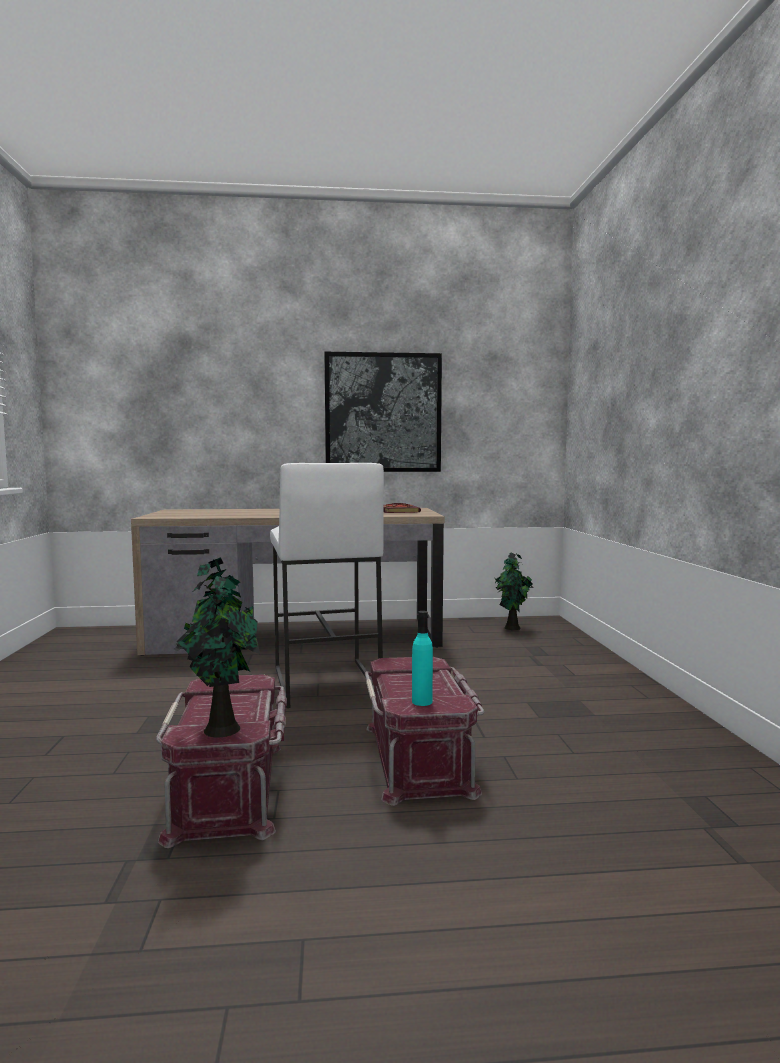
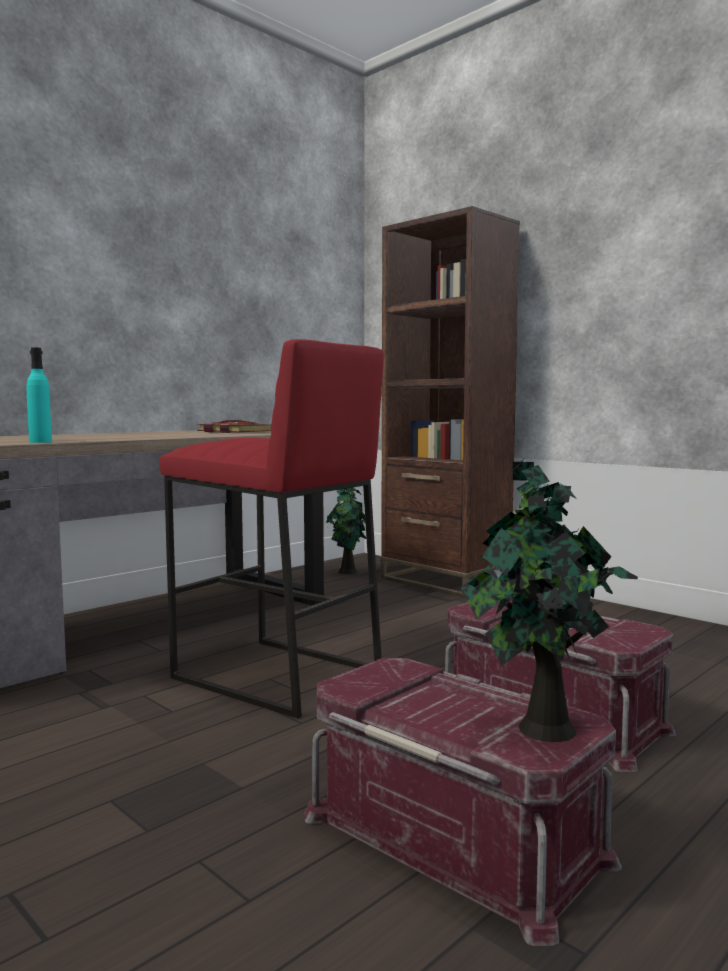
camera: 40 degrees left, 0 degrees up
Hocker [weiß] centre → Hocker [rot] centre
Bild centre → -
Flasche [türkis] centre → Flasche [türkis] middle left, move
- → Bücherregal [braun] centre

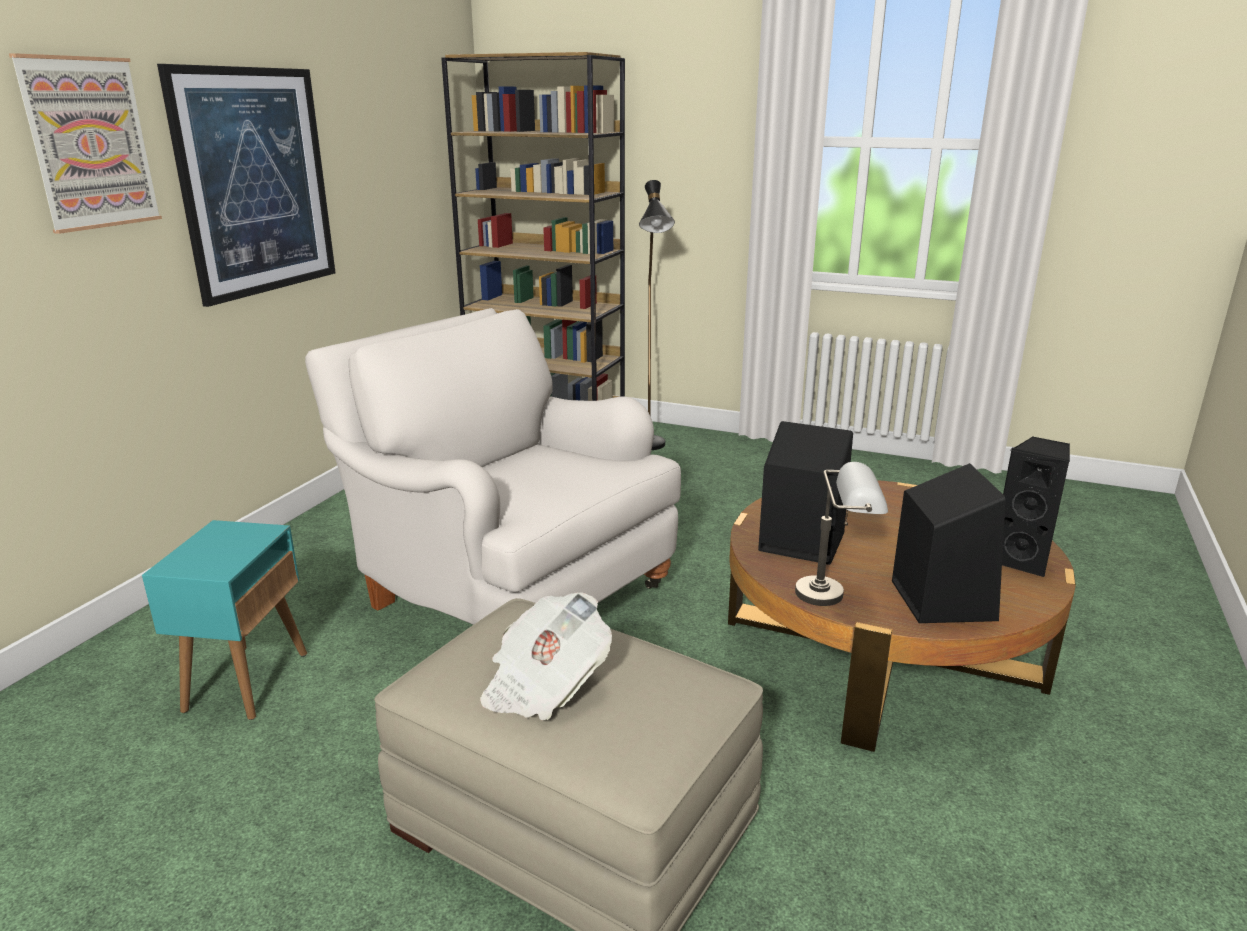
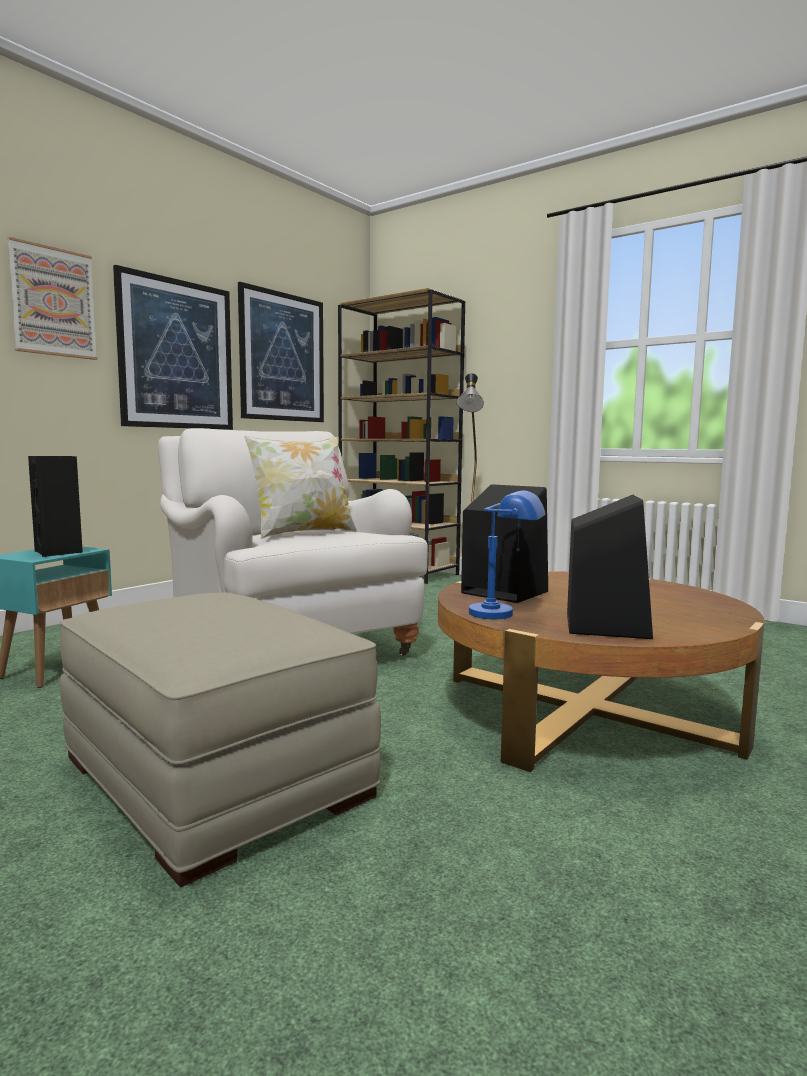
camera: 15 degrees right, 15 degrees down
Zeitung bottom centre → -
Tischlampe [grau] middle right → Tischlampe [blau] centre
Lautsprecher [schwarz] (3rd from left in the first image) middle right → Lautsprecher [schwarz] (1st from left) middle left, move
- → Bild (3rd from left) top centre
- → Kissen centre

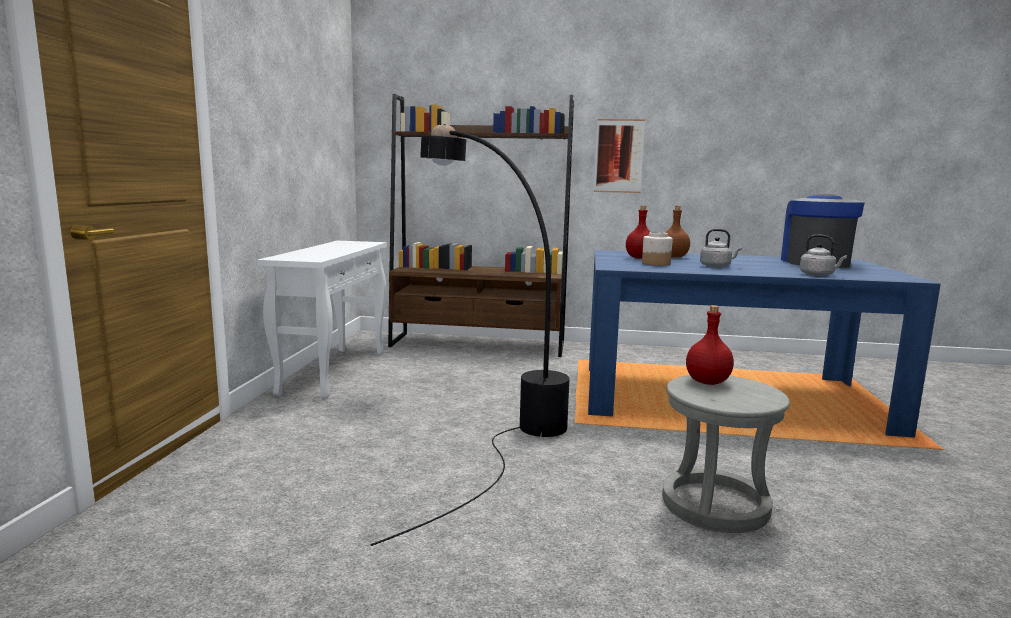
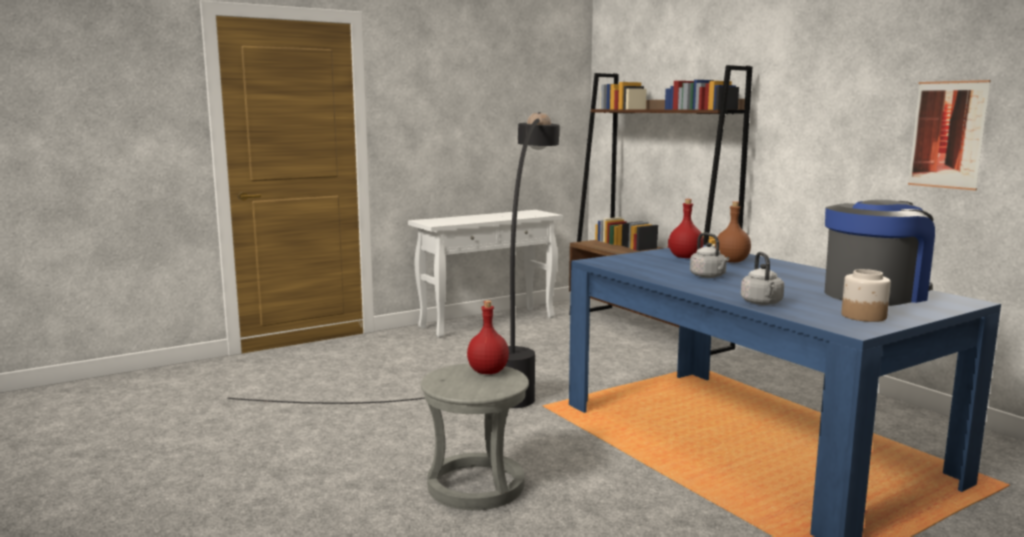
camera: 50 degrees right, 0 degrees up
Bild top centre → Bild top right, move
Vorratsglas centre → Vorratsglas middle right, move

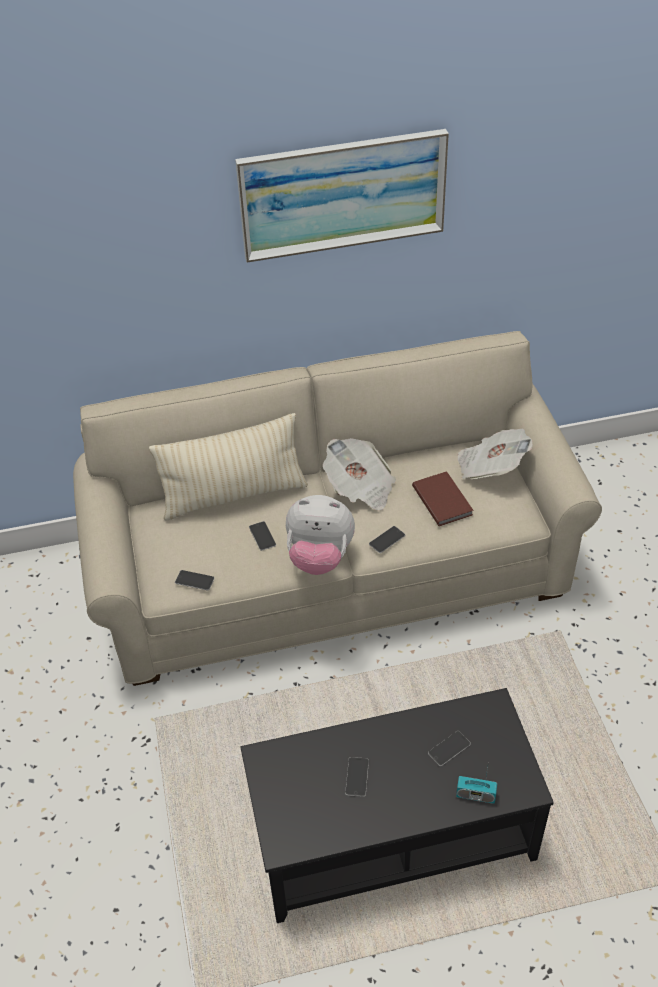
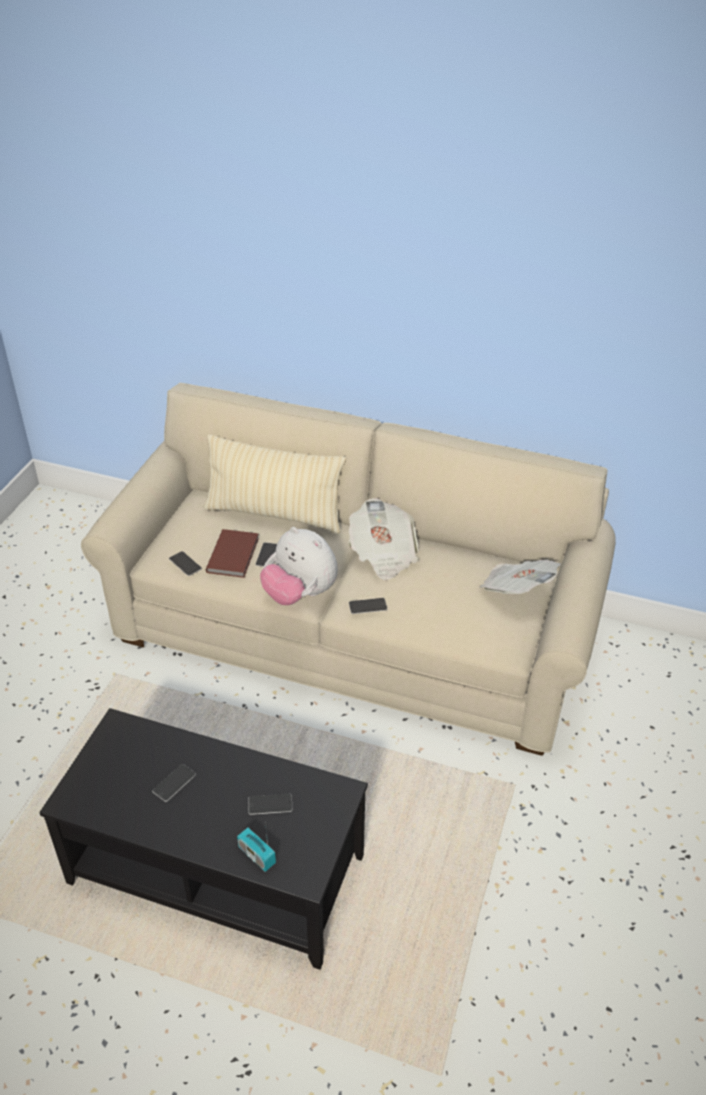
camera: 30 degrees right, 5 degrees down
Bild top centre → -
Buch [braun] middle right → Buch [braun] middle left, move

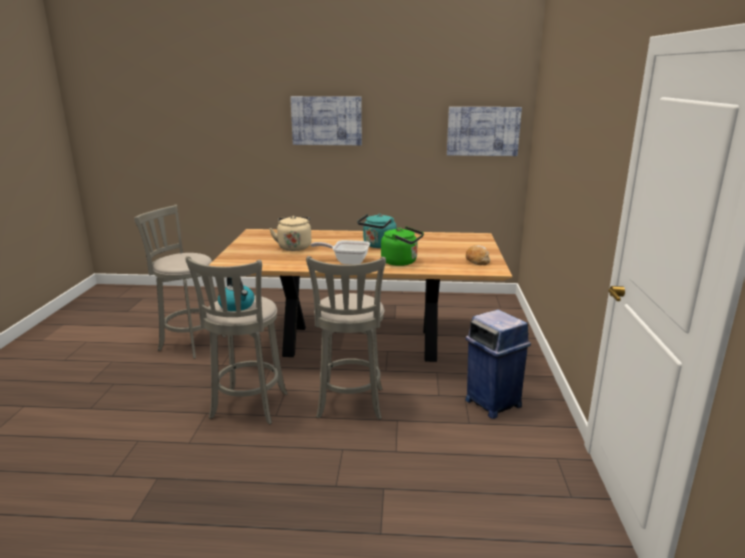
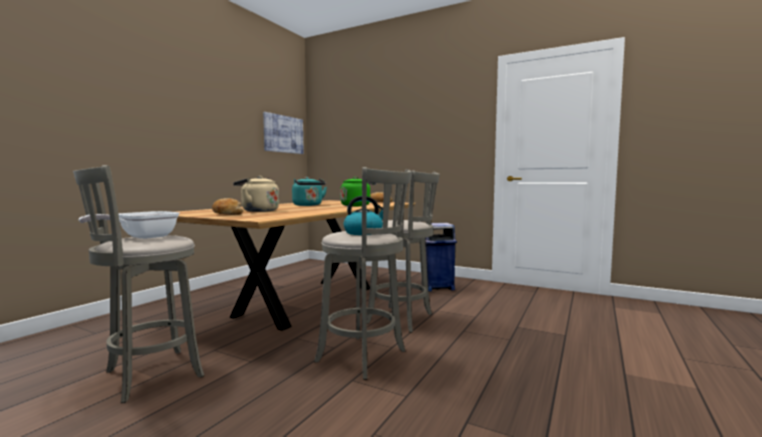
camera: 65 degrees left, 15 degrees down
Bild (1st from left) top centre → -
Pfanne centre → Pfanne middle left, move
- → Brot (1st from left) middle left

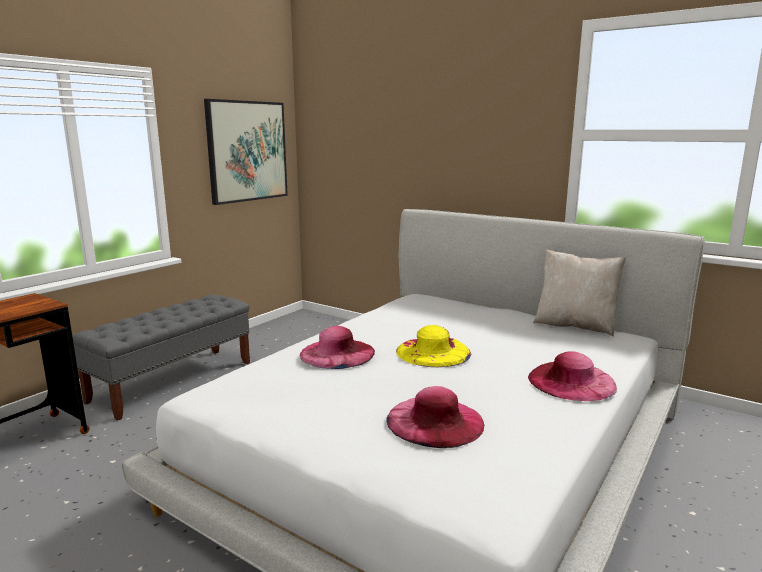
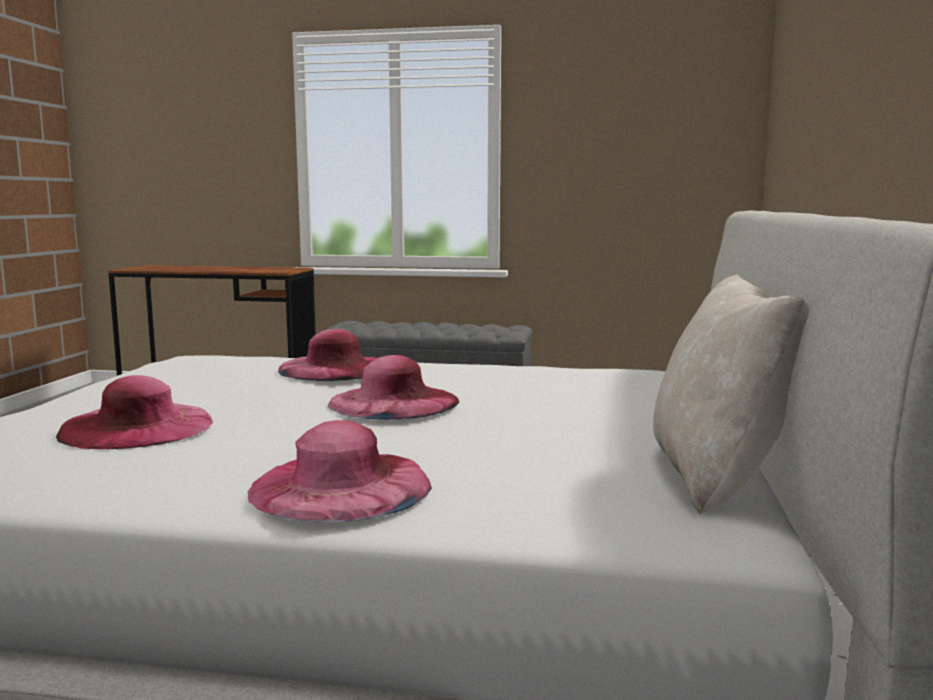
camera: 65 degrees right, 5 degrees down
Bild top left → -
Hut [gelb] centre → Hut [rosa] (4th from left) centre

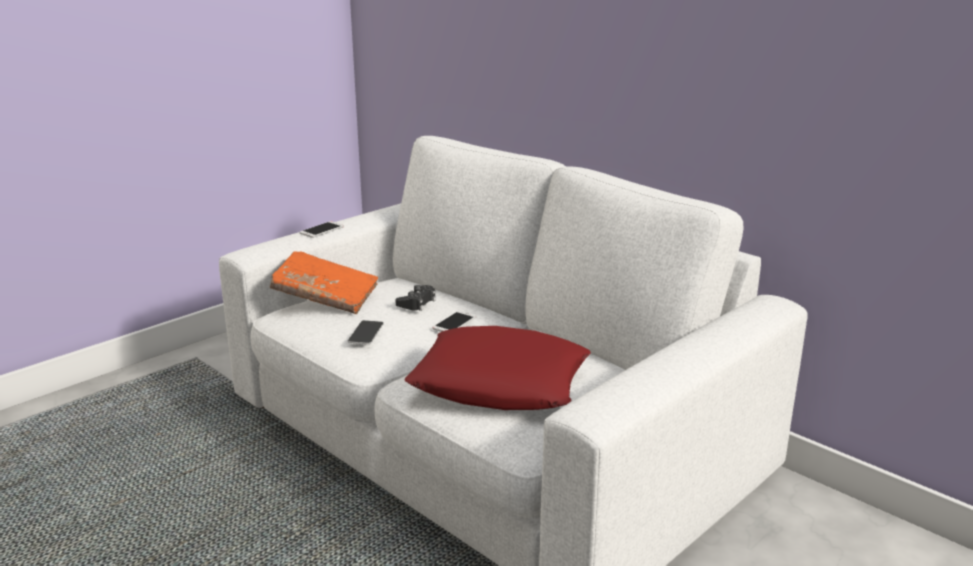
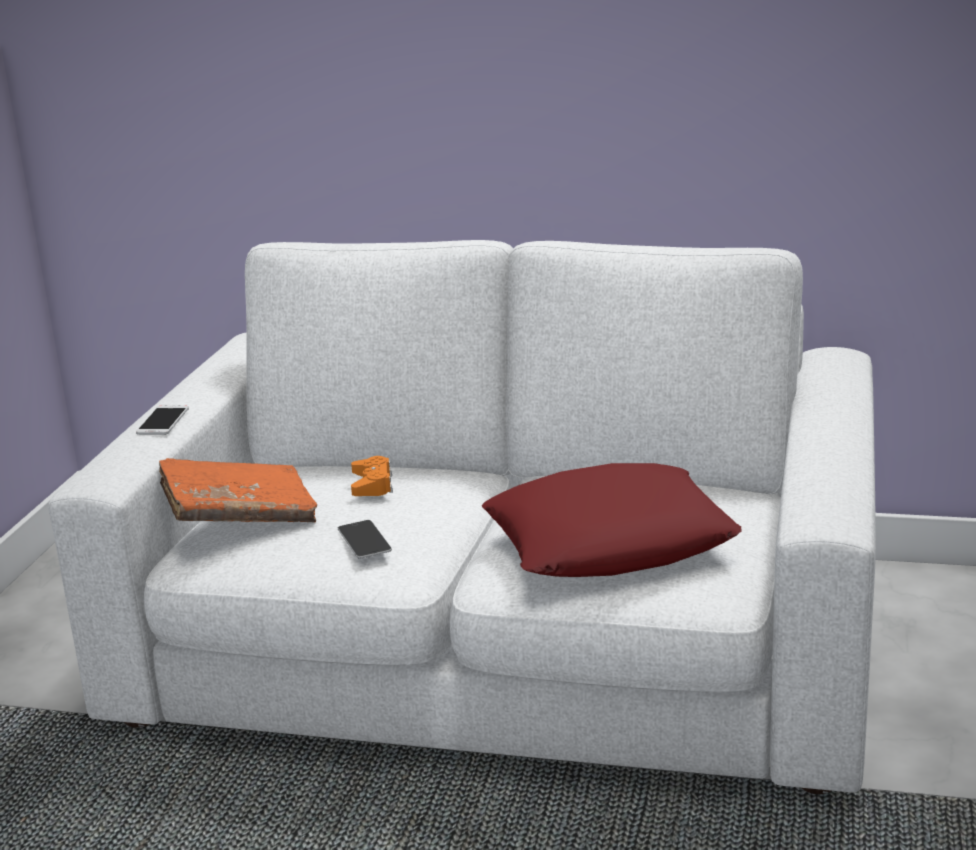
camera: 30 degrees left, 0 degrees up
Gamepad [schwarz] centre → Gamepad [orange] centre
Handy (3rd from left) centre → -

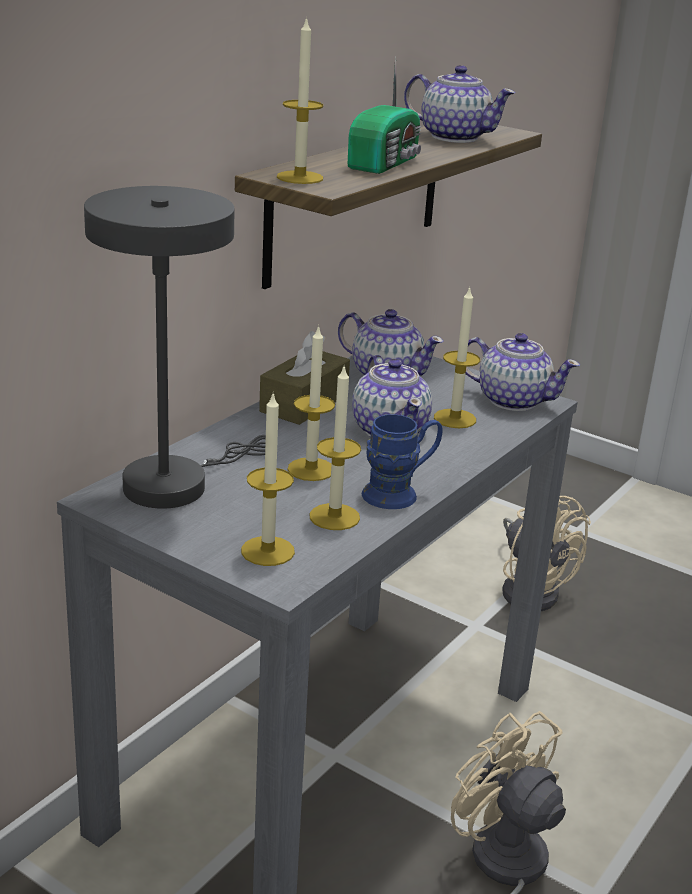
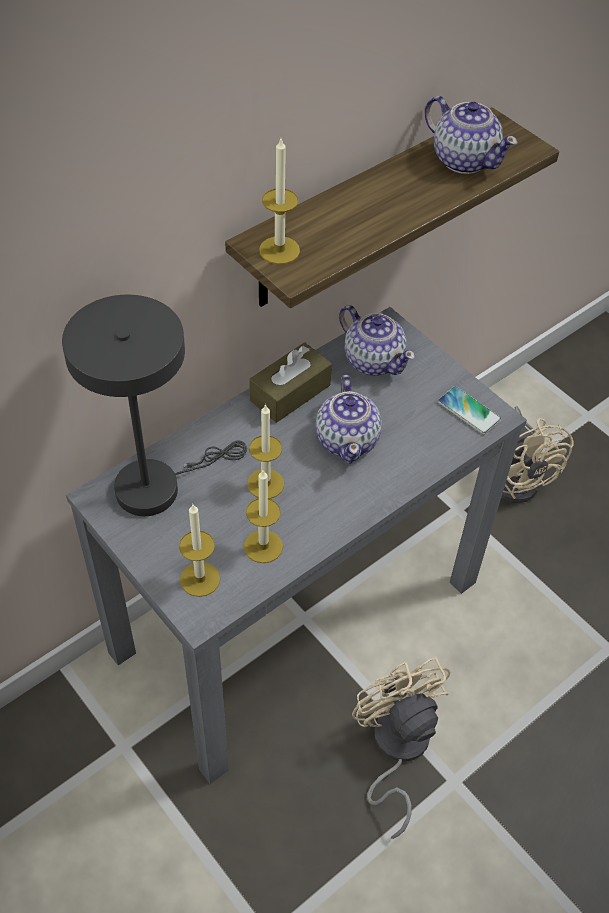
camera: 15 degrees right, 25 degrees up
Radio top centre → -
Henkelbecher [blau] centre → -
Kerze (5th from left) centre → -
Teekanne (4th from left) middle right → Handy middle right

